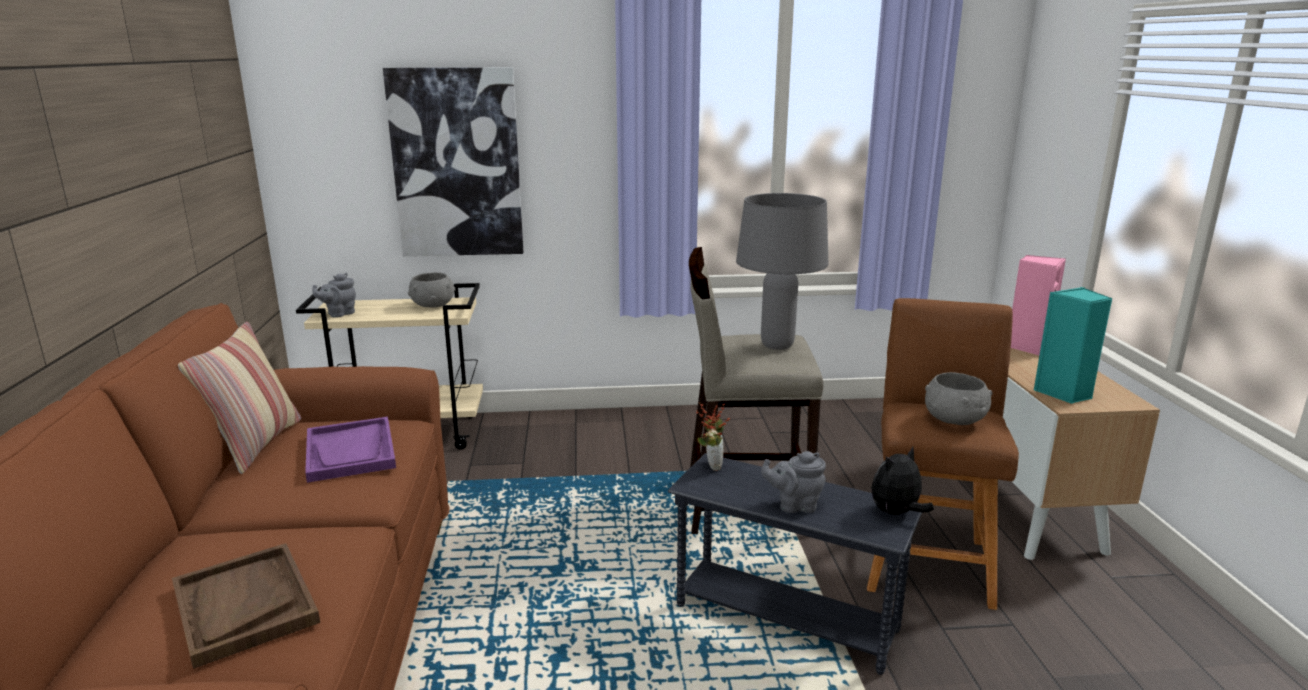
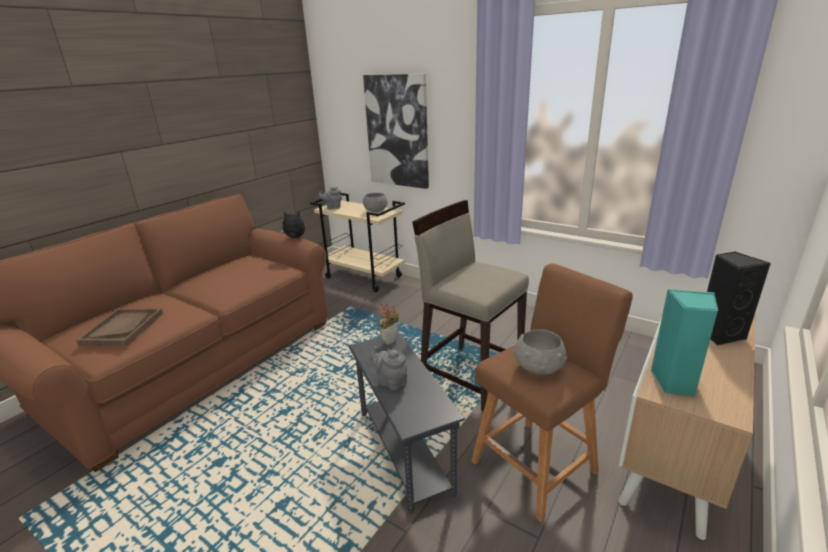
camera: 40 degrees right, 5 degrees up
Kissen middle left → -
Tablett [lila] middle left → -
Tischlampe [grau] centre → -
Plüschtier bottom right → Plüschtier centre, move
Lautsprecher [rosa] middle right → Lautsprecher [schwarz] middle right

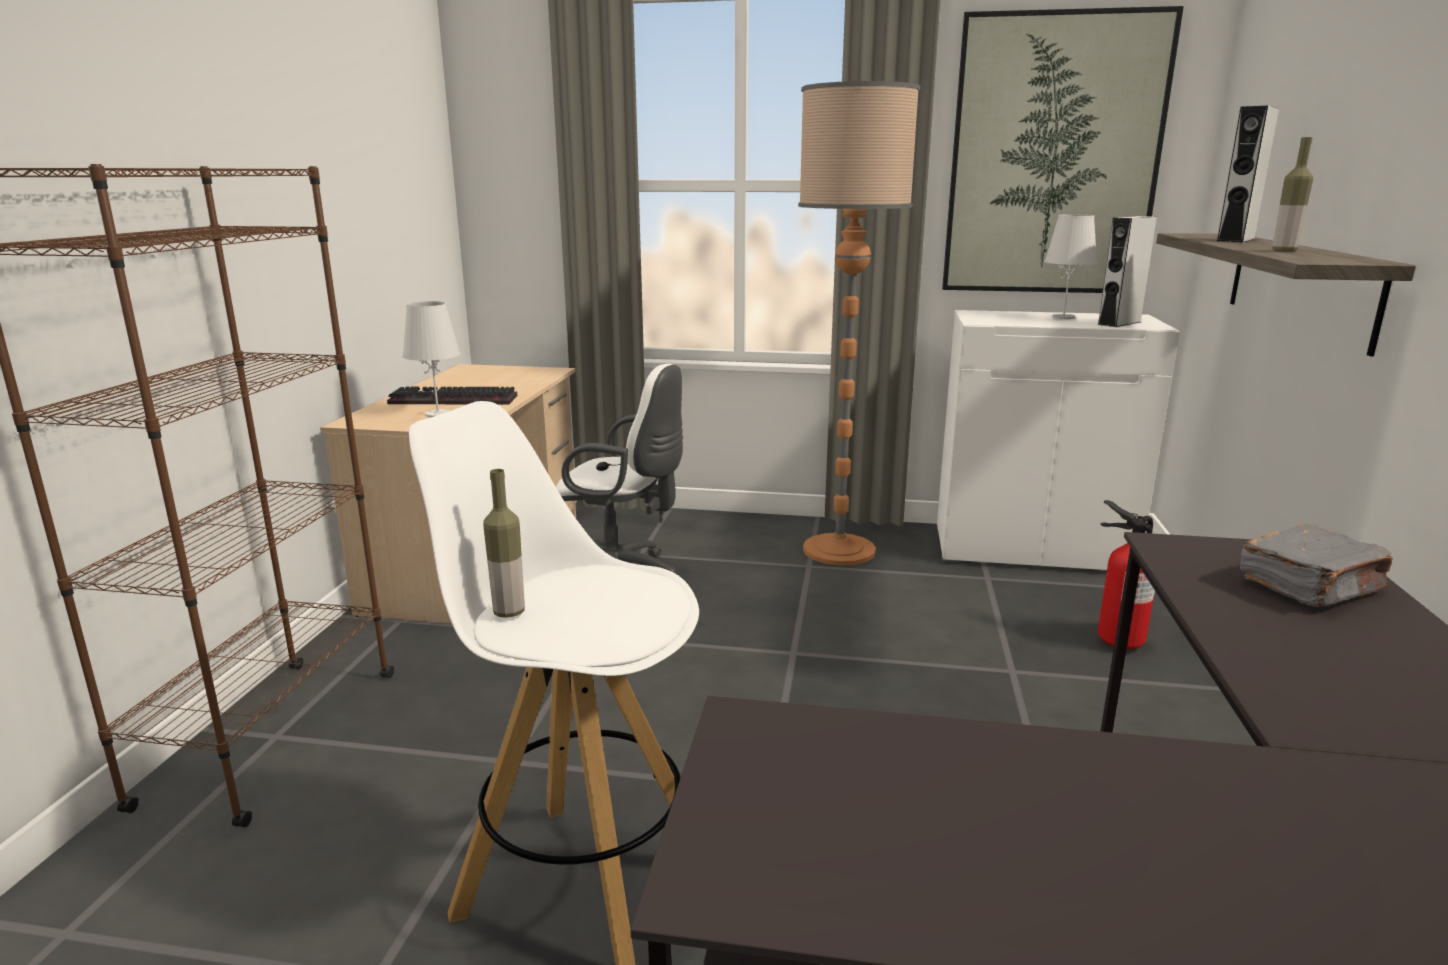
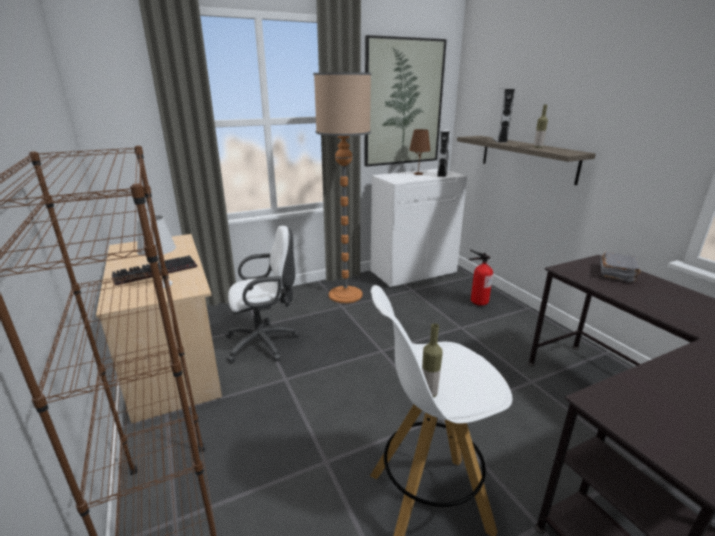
camera: 35 degrees left, 5 degrees up
Tischlampe [weiß] (2nd from left) top right → Tischlampe [braun] top centre

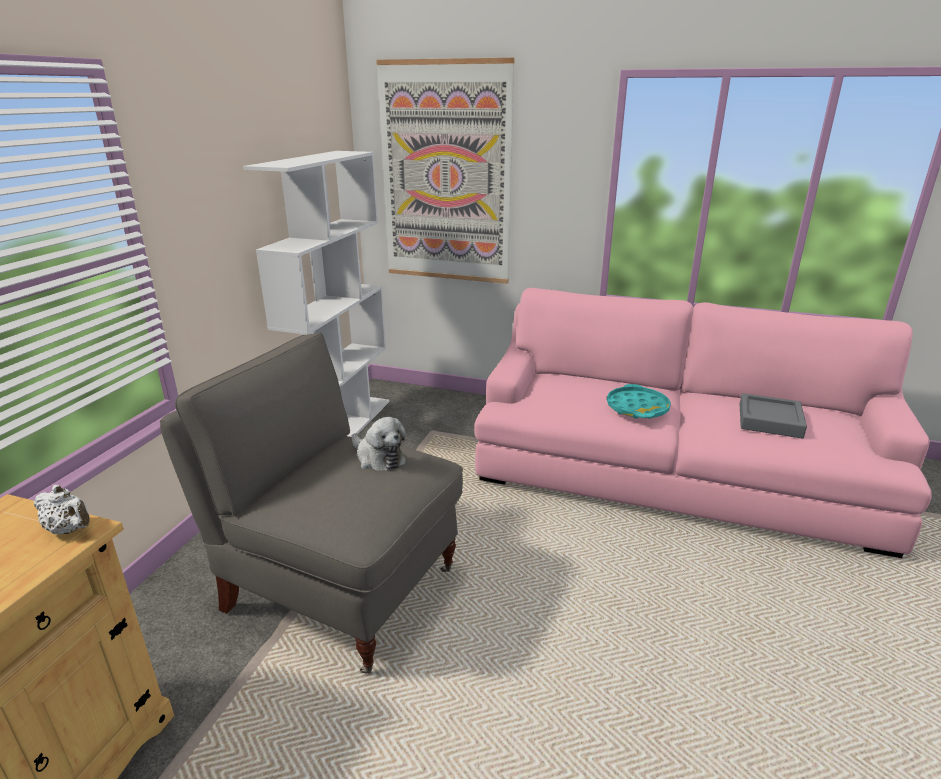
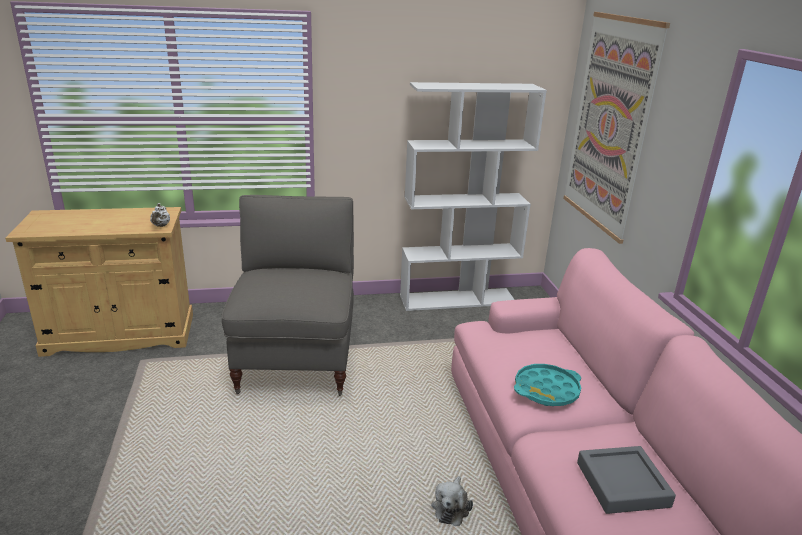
camera: 60 degrees right, 0 degrees up
Plüschtier centre → Plüschtier bottom centre, move

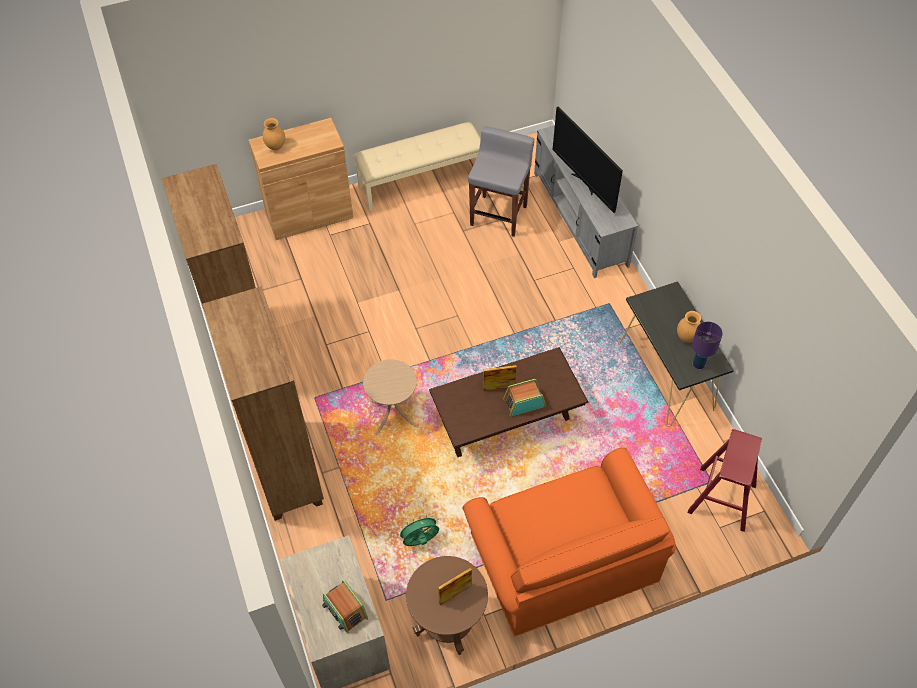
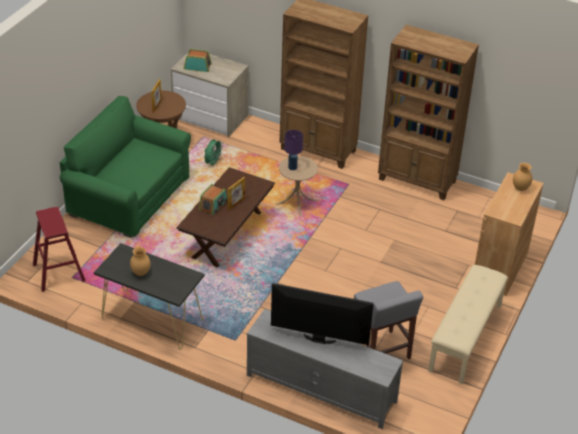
camera: 135 degrees right, 15 degrees down
Sofa [orange] bottom centre → Sofa [grün] middle left
Tischlampe [lila] middle right → Tischlampe [lila] centre, move

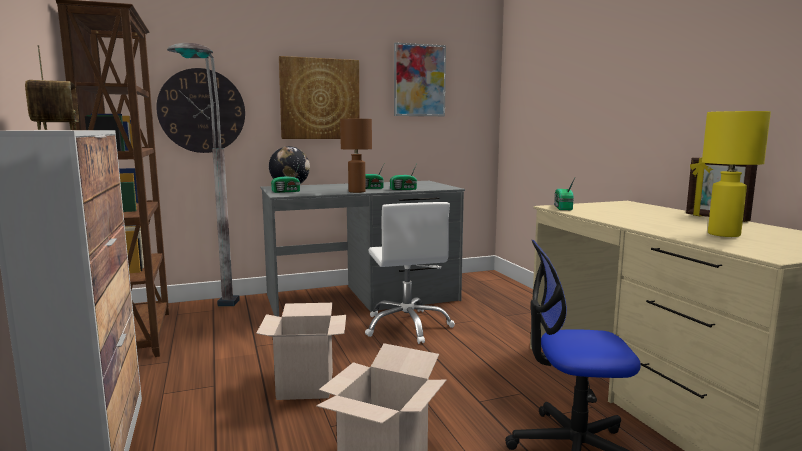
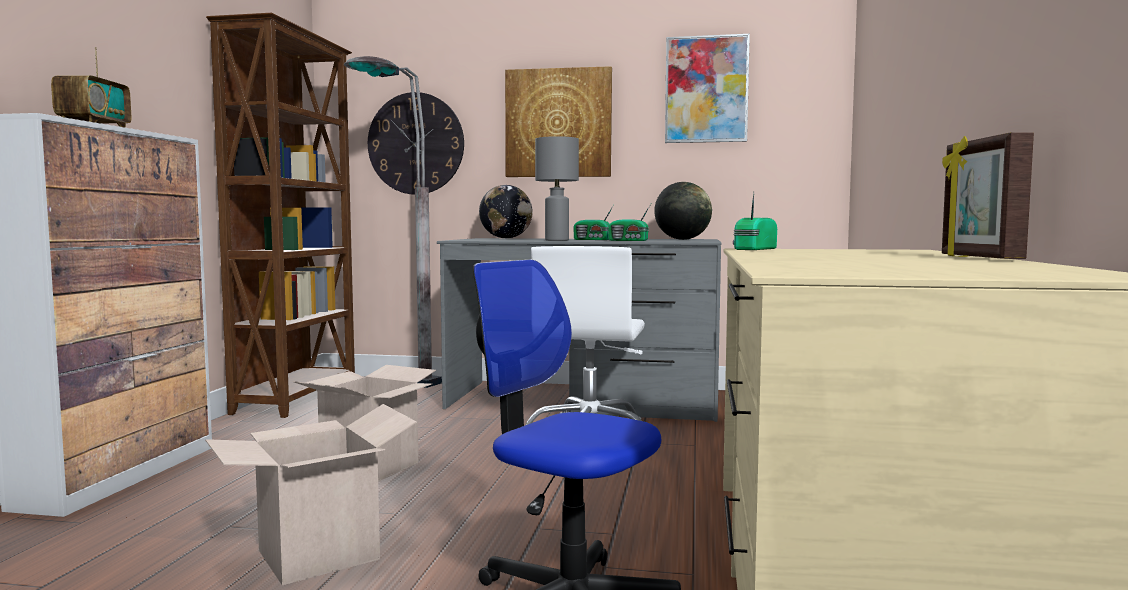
camera: 30 degrees right, 5 degrees down
Radio (2nd from left) centre → -
Tischlampe [braun] centre → Tischlampe [grau] top centre
Tischlampe [gelb] middle right → -
- → Globus (2nd from left) centre

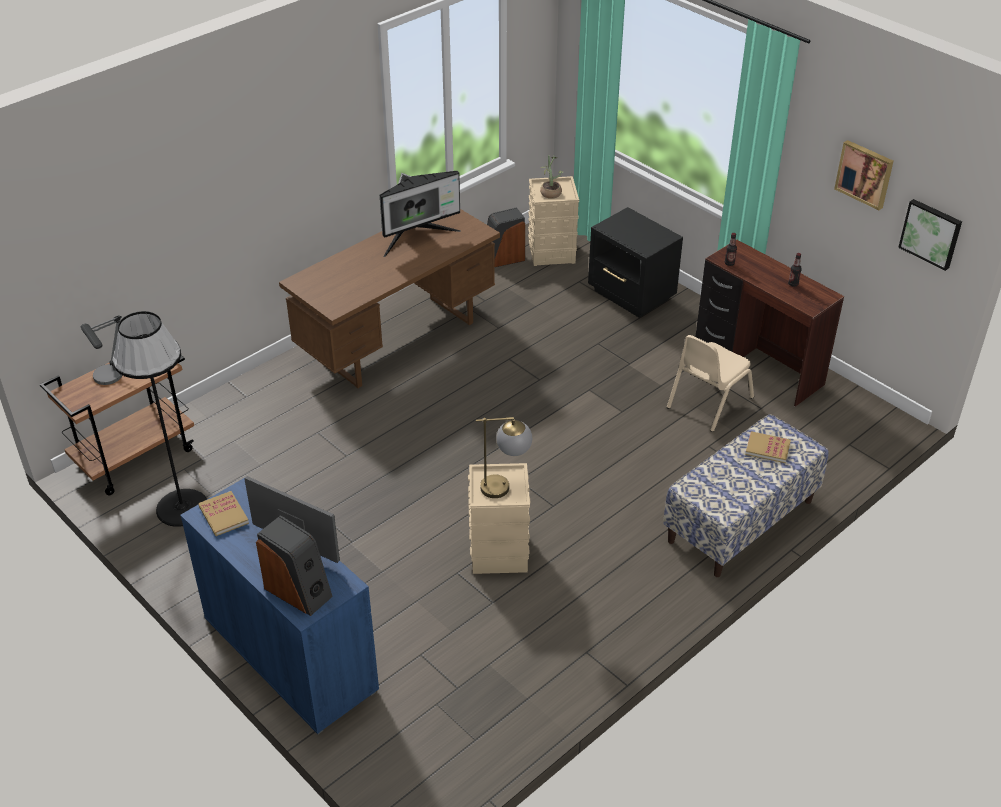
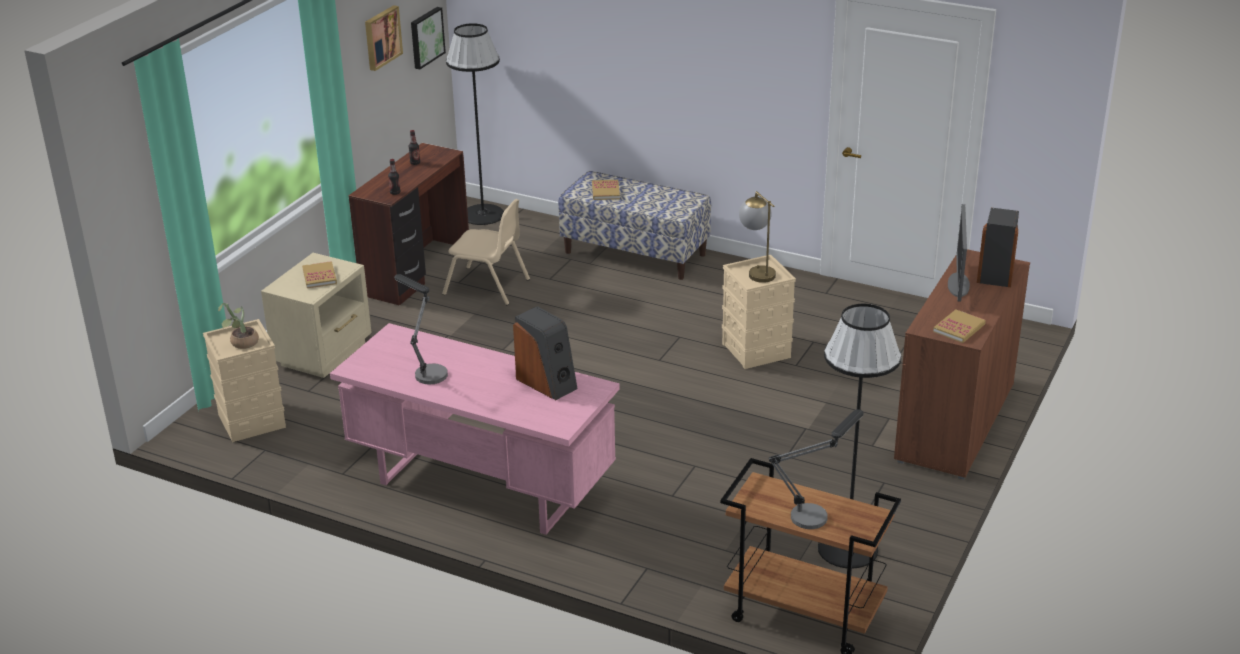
camera: 110 degrees left, 10 degrees down
Schrank [blau] bottom left → Schrank [braun] middle right
Schreibtisch [braun] (1st from left) centre → Schreibtisch [rosa] centre
Monitor (2nd from left) top centre → Tischlampe (1st from left) centre
Lautsprecher (2nd from left in the first image) top centre → Lautsprecher (1st from left) centre, move
Nachttisch [schwarz] top centre → Nachttisch [beige] middle left
- → Buch (1st from left) middle left
- → Stehlampe [schwarz] (1st from left) top centre

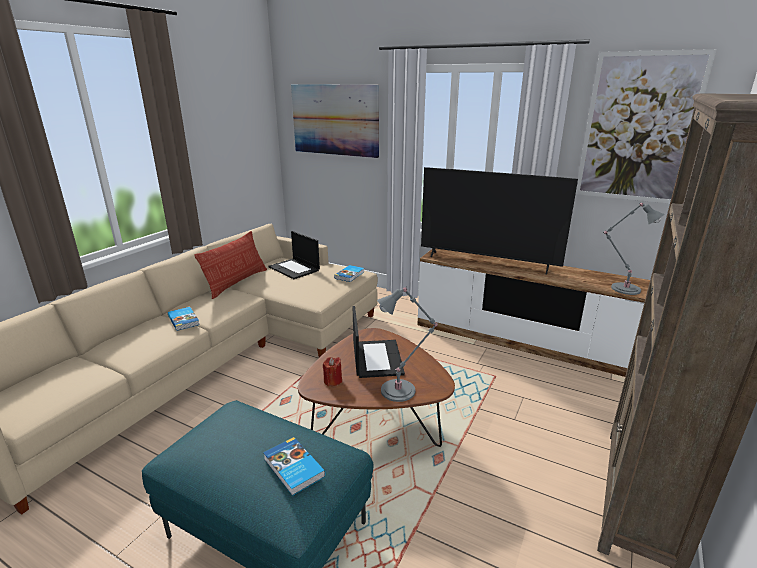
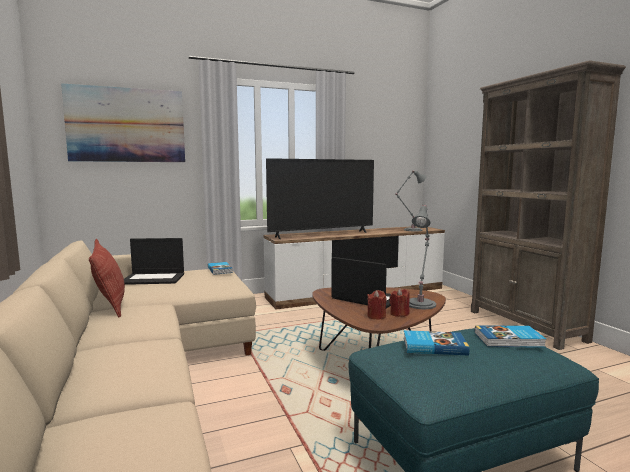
camera: 50 degrees left, 15 degrees down
Buch (1st from left in the first image) middle left → Buch (2nd from left) bottom right, move
Bild (2nd from left) top right → -
- → Kerze [rot] (2nd from left) centre

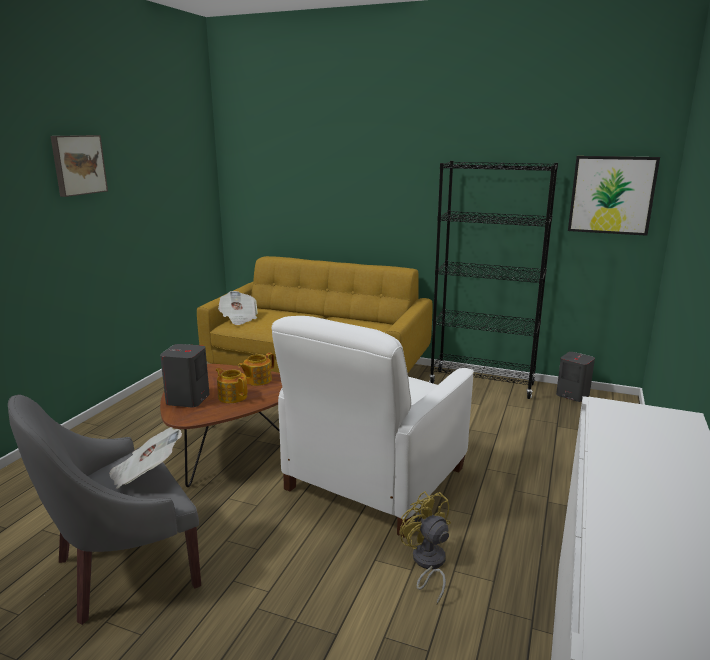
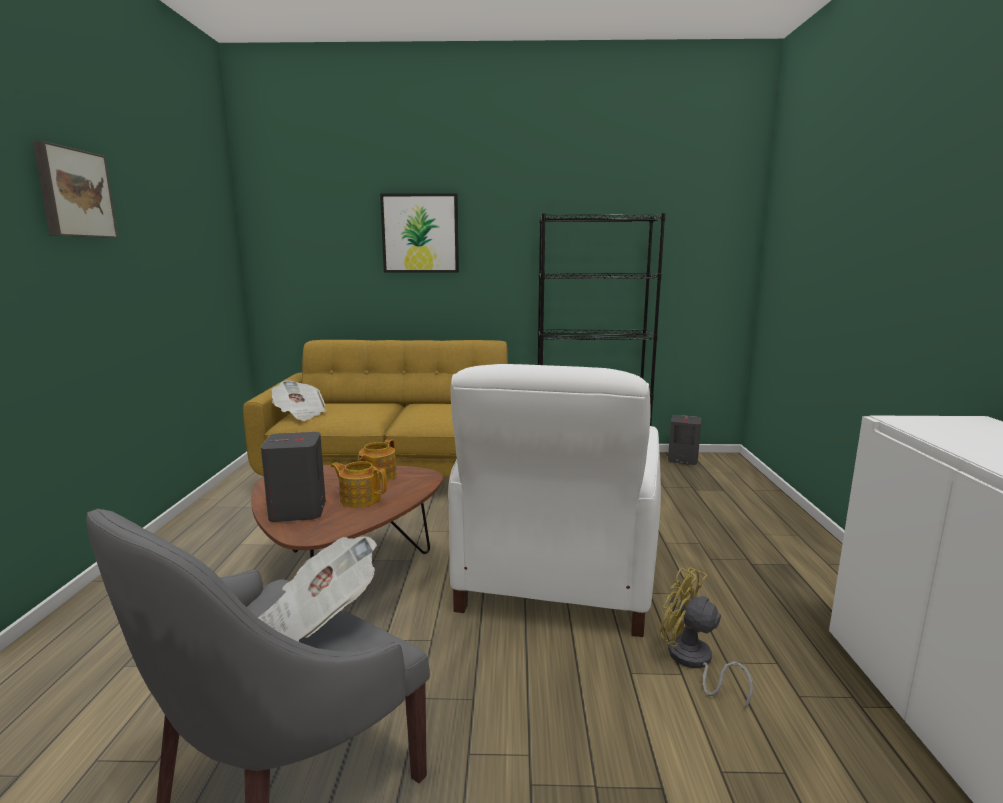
camera: 20 degrees left, 5 degrees down
Bild (2nd from left) top right → Bild (2nd from left) top centre, move

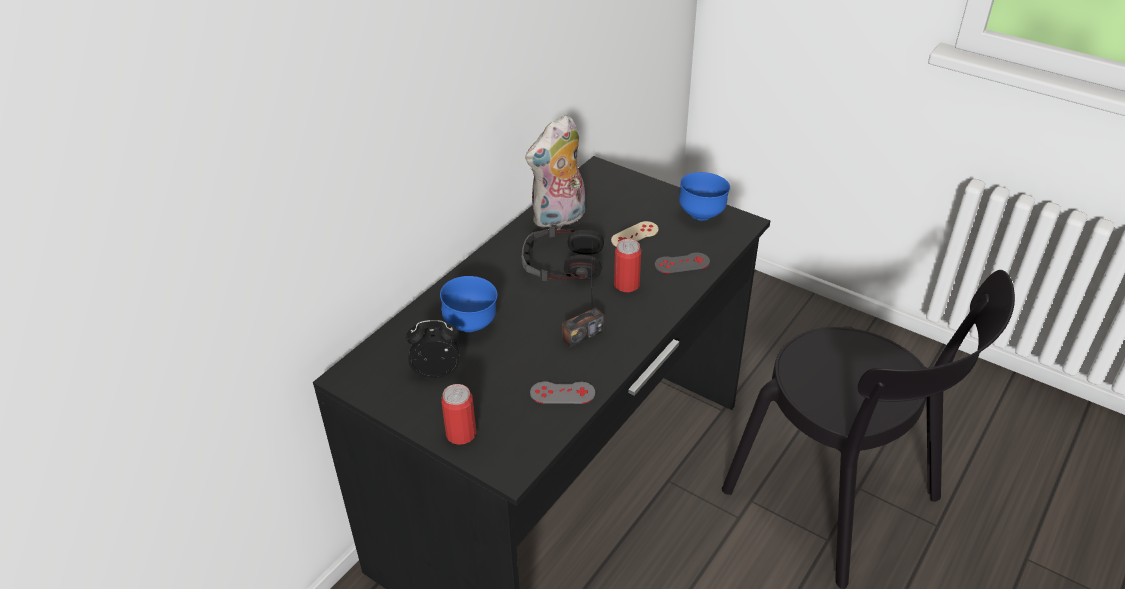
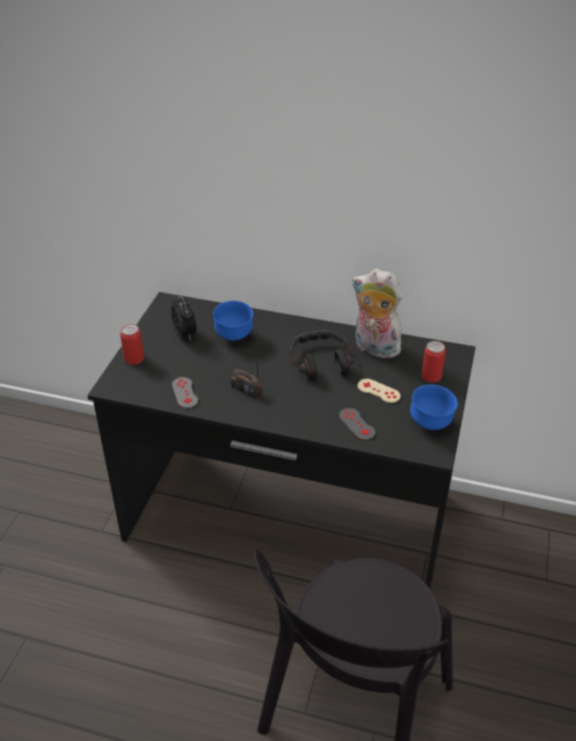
camera: 70 degrees right, 0 degrees up
Dose (2nd from left) centre → Dose (2nd from left) middle right, move

